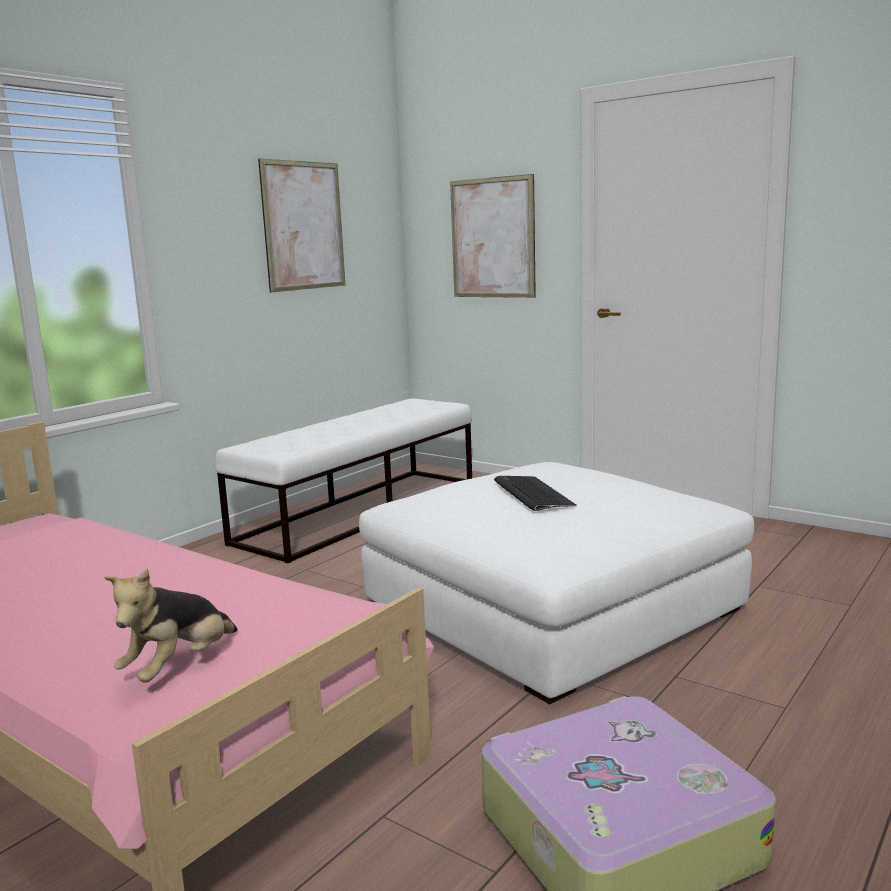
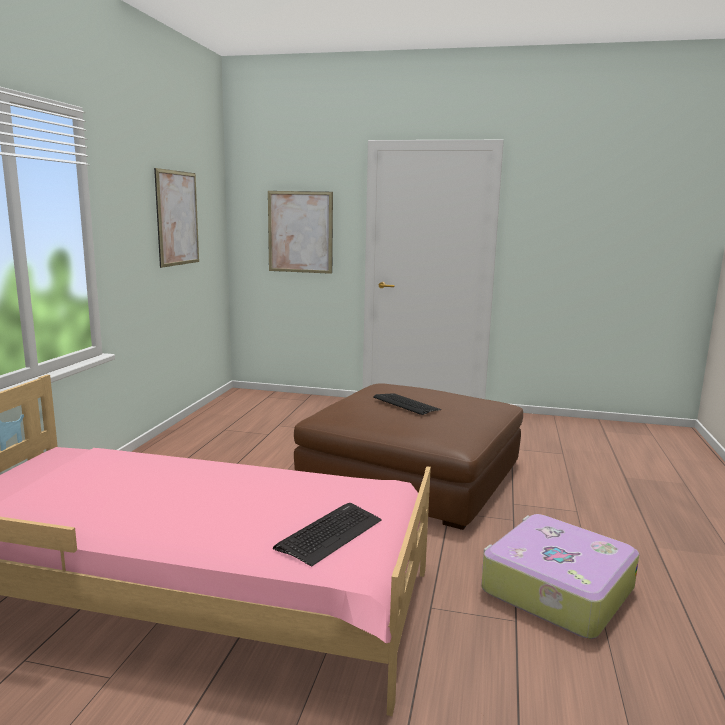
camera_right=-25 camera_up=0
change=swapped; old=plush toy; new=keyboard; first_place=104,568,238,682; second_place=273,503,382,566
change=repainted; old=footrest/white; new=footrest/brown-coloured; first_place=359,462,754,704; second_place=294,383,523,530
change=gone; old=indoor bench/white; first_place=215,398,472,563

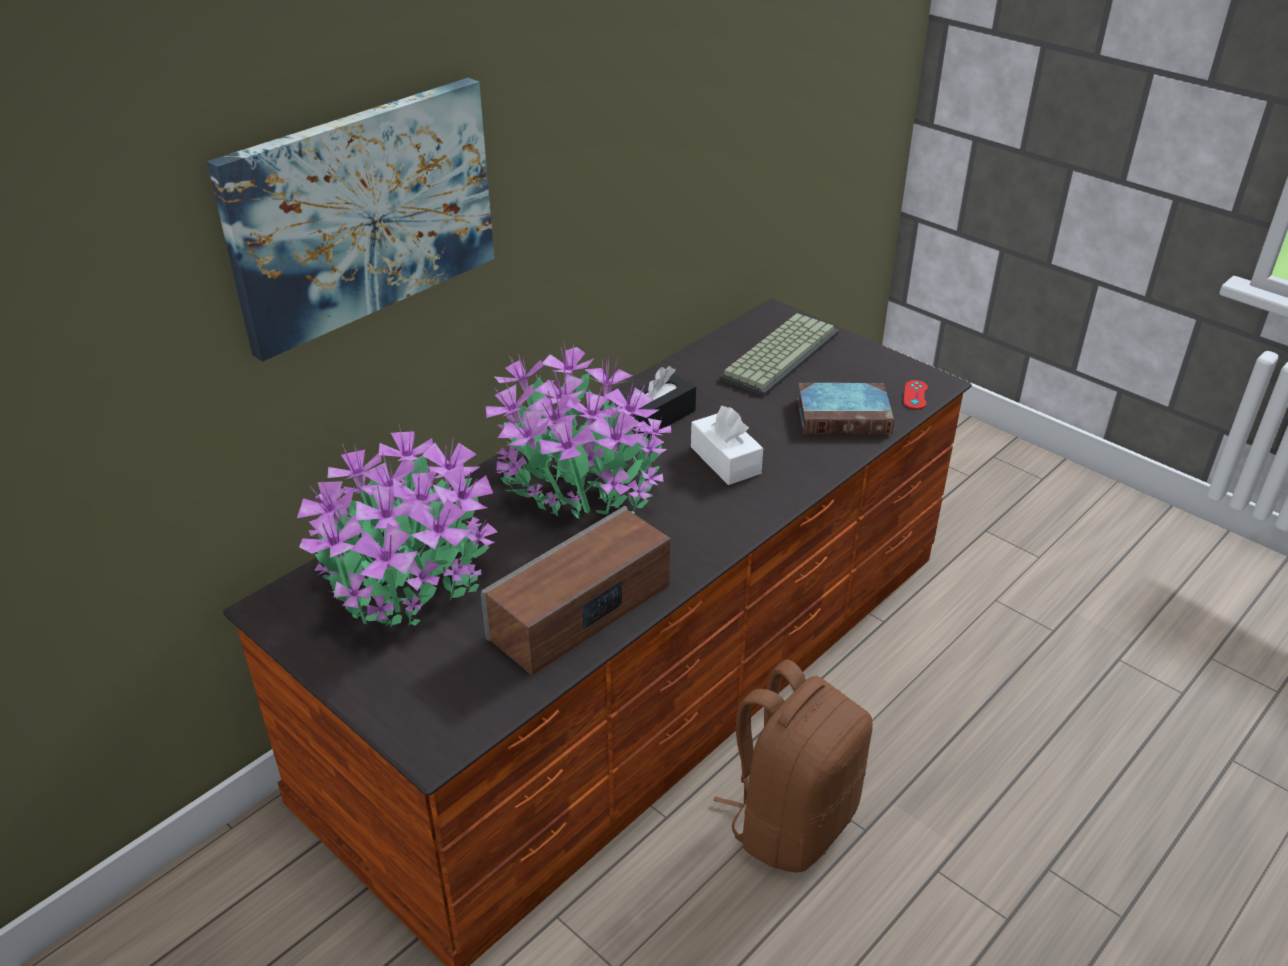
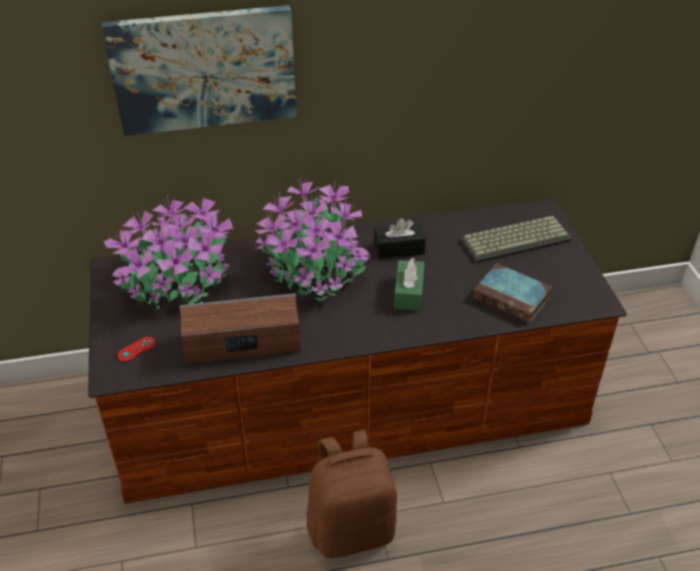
camera_right=35 camera_up=5
change=shifted; old=gamepad/red; first_place=903,380,928,409; second_place=117,337,155,362
change=repainted; old=tissue box/white; new=tissue box/green; first_place=691,406,763,485; second_place=394,258,425,311

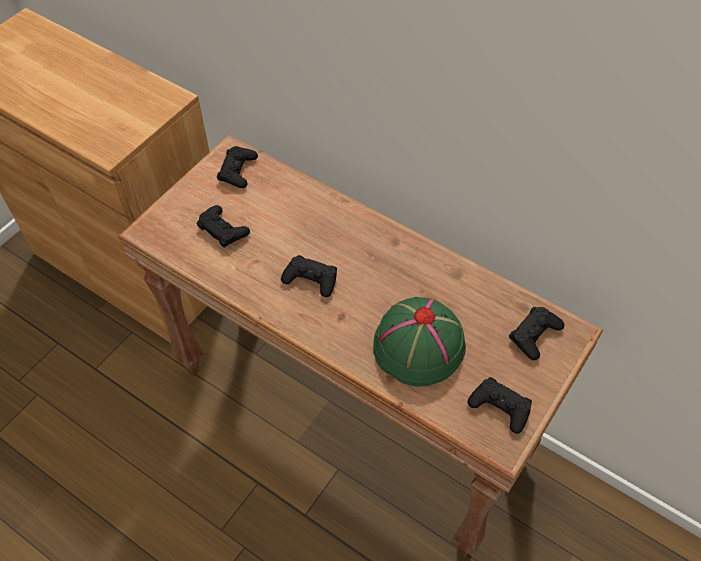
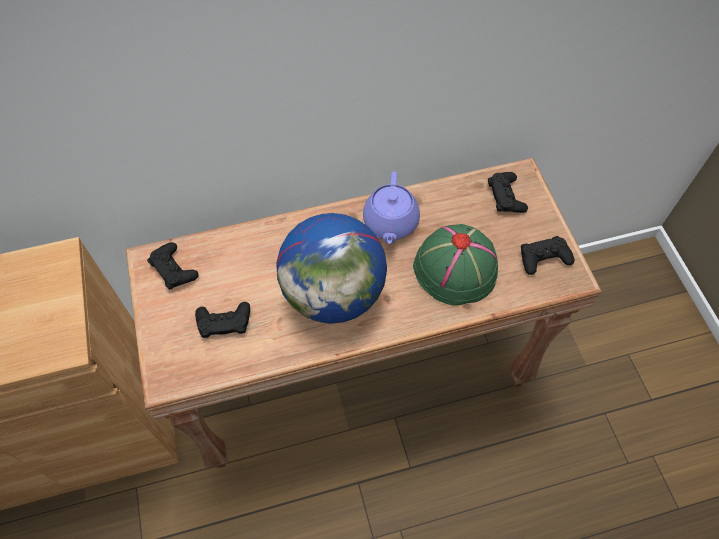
camera_right=-50 camera_up=5
change=swapped; old=gamepad/blackish; new=desk globe; first_place=281,255,337,297; second_place=276,213,387,324
change=new; new=tea pot/purple; second_place=363,171,420,244

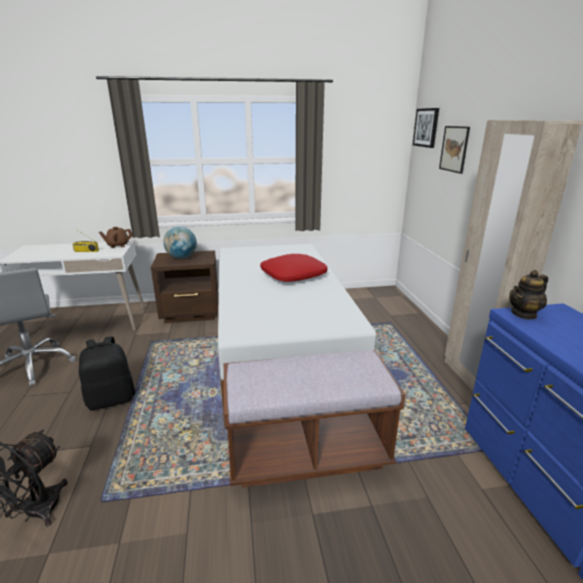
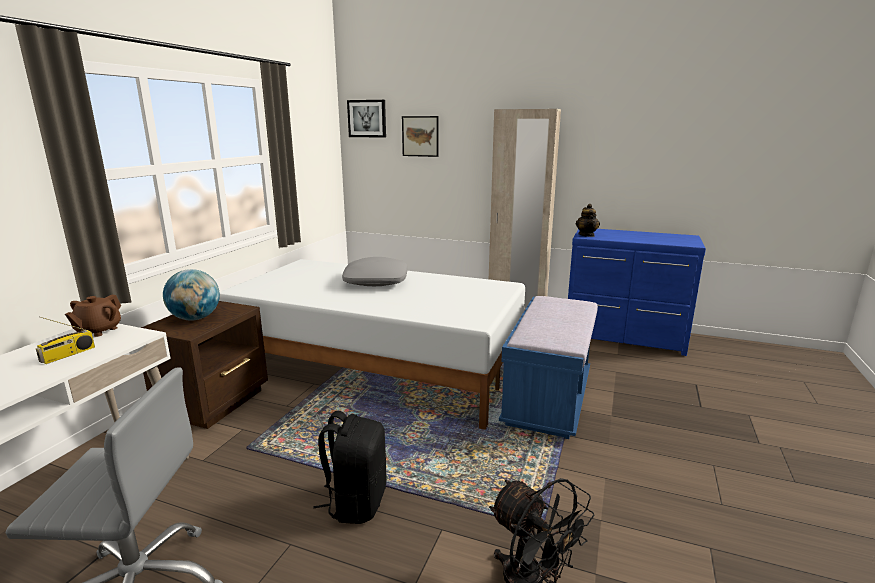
camera_right=-60 camera_up=-5
change=repainted; old=throw pillow/red; new=throw pillow/gray; first_place=260,254,328,282; second_place=342,257,408,286
change=repainted; old=indoor bench/brown-coloured; new=indoor bench/bluish; first_place=224,350,405,488; second_place=499,296,598,439

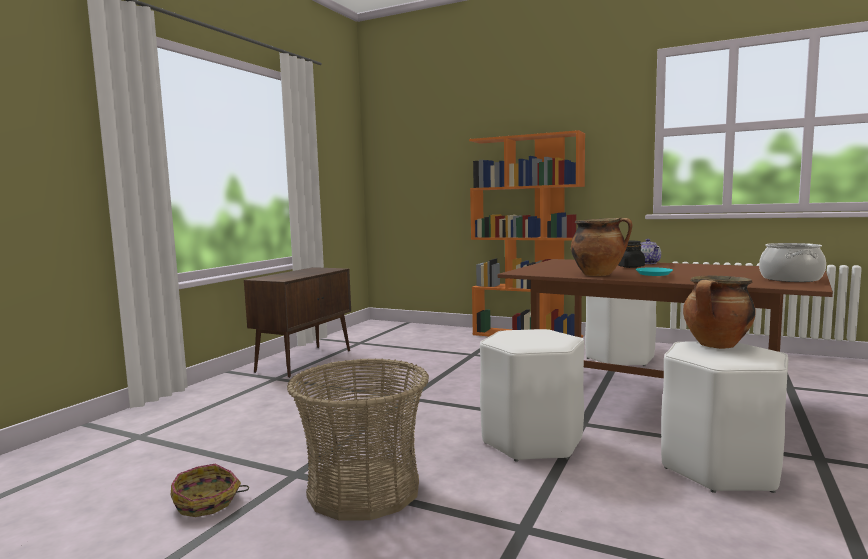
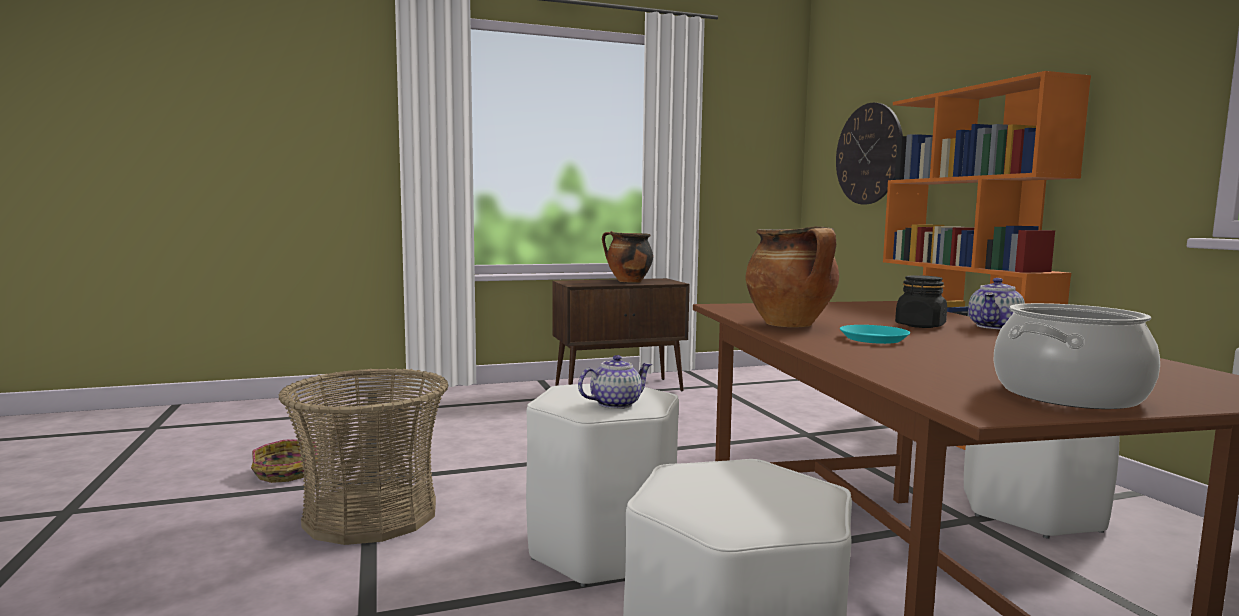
camera_right=45 camera_up=0
change=new; new=tea pot; second_place=578,355,652,409
change=shifted; old=saucepot; first_place=683,275,755,349; second_place=602,231,653,283
change=new; new=wall clock; second_place=836,103,903,204

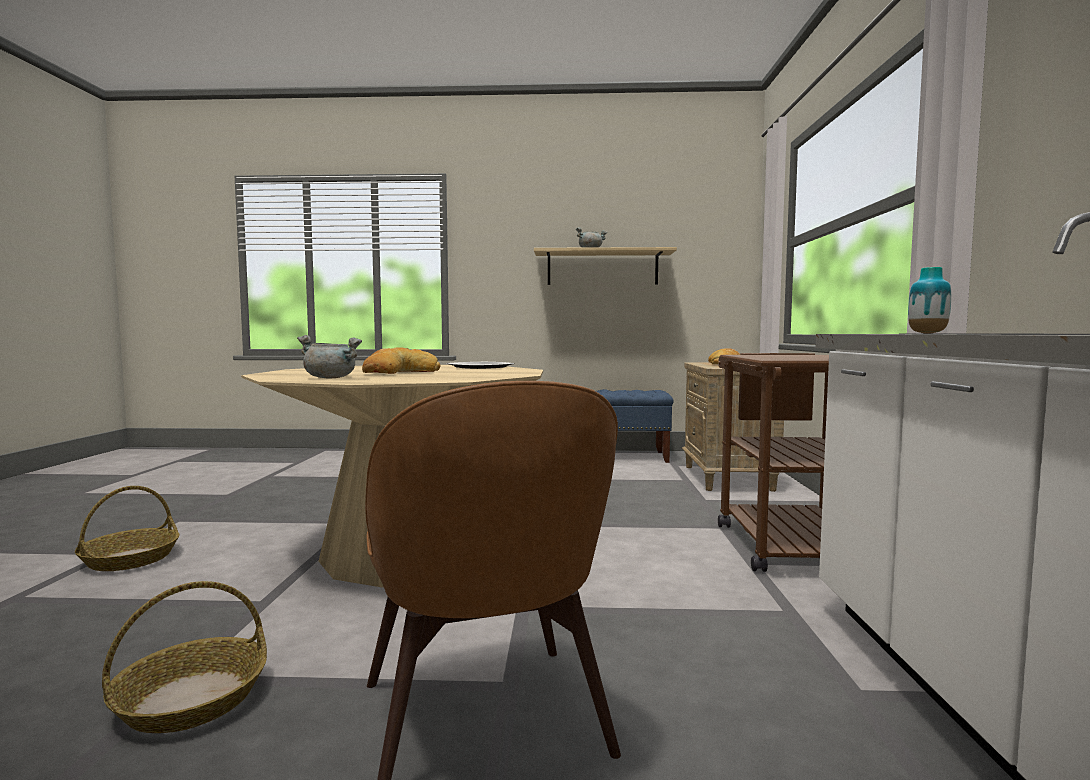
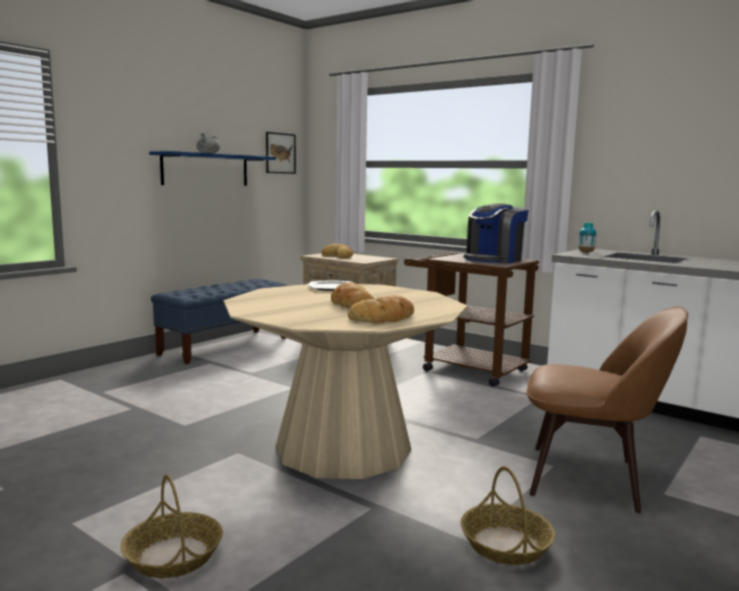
camera_right=-55 camera_up=5
change=repainted; old=shelf/beige; new=shelf/bluish; first_place=534,247,677,285; second_place=149,151,276,186
change=new; new=wall picture; second_place=266,132,296,174
change=swapped; old=saucepot/gray; new=bread; first_place=297,335,362,378; second_place=348,295,414,323
change=new; new=coffee brewer; second_place=464,203,529,264

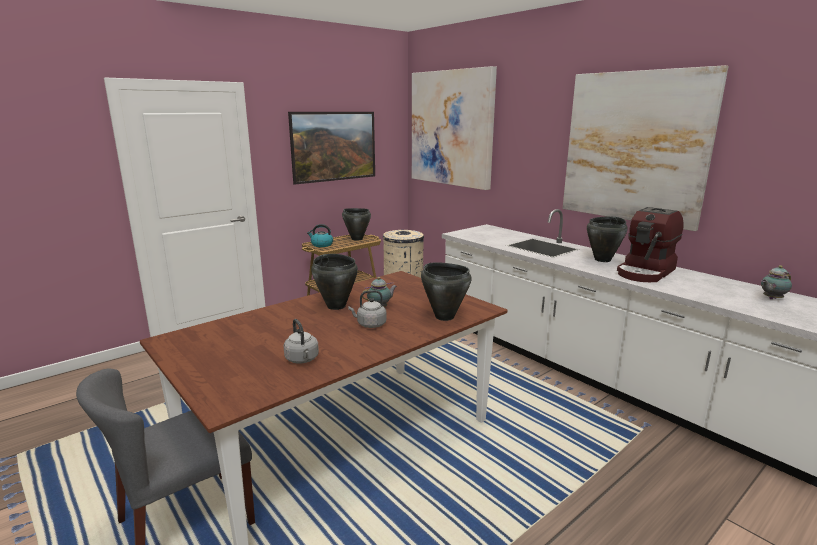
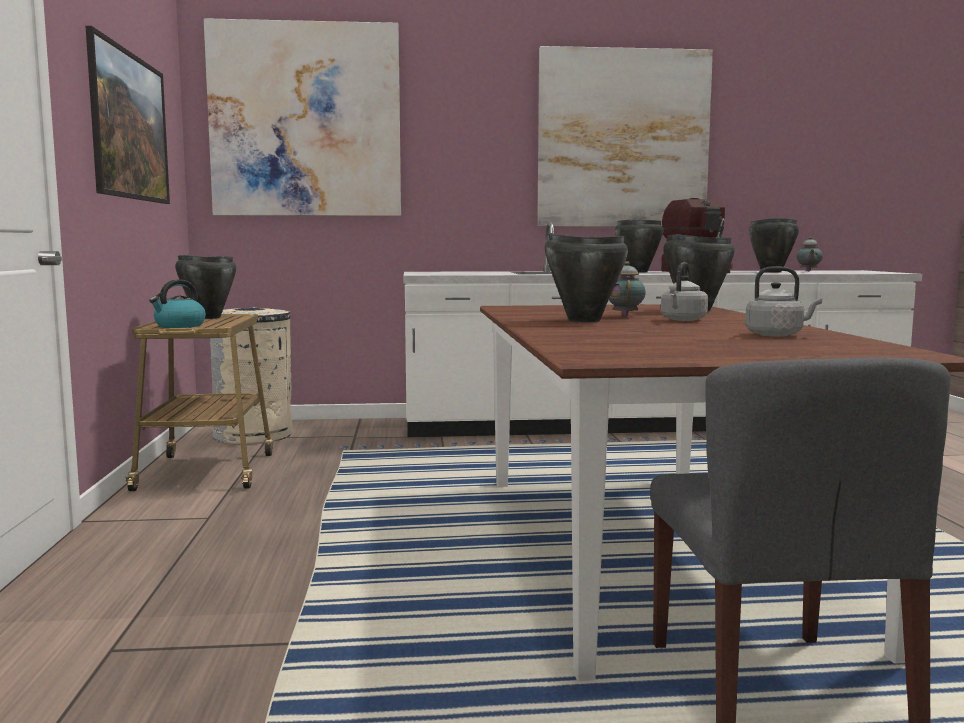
camera_right=-55 camera_up=-10
change=new; new=saucepot/blackish; second_place=749,218,799,273

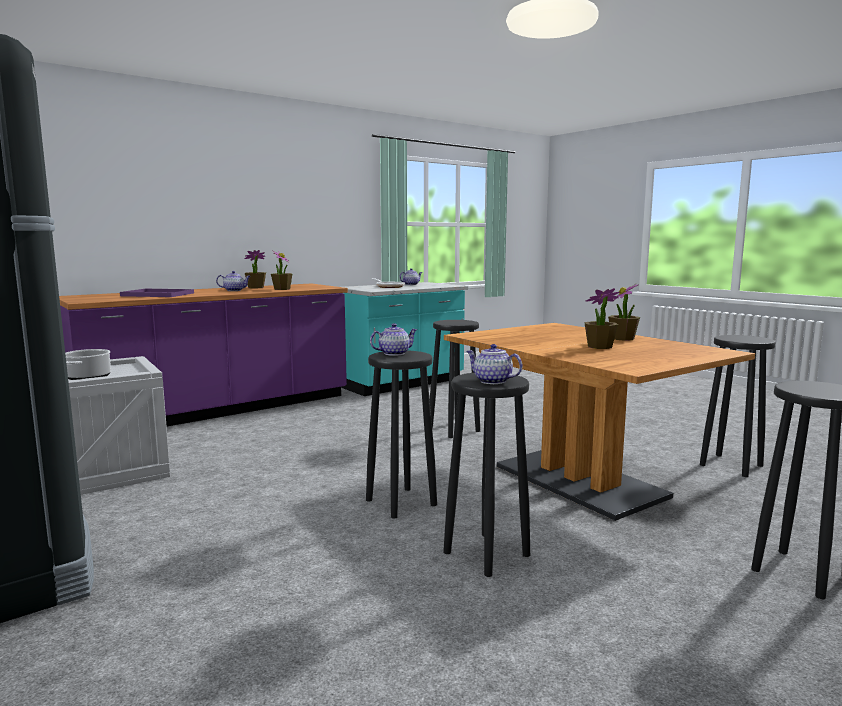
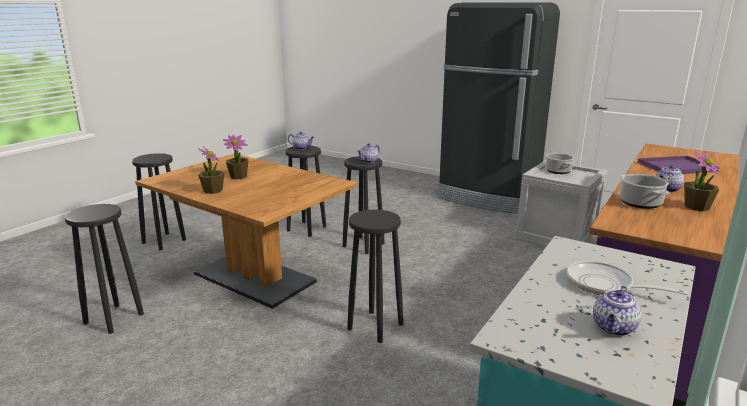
camera_right=160 camera_up=10
change=swapped; old=plant in a pot; new=saucepot; first_place=271,250,292,290; second_place=619,174,670,209

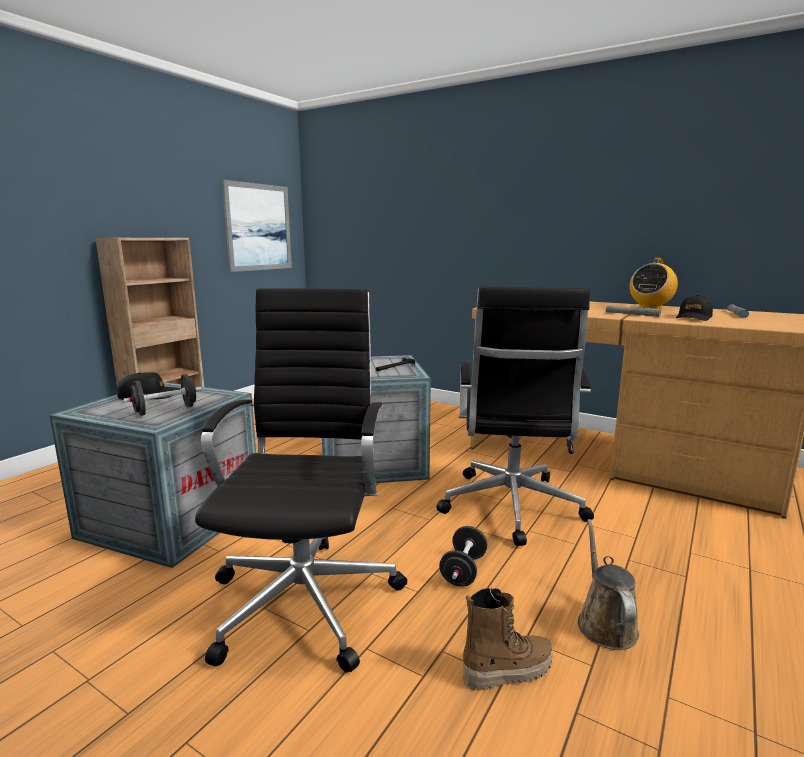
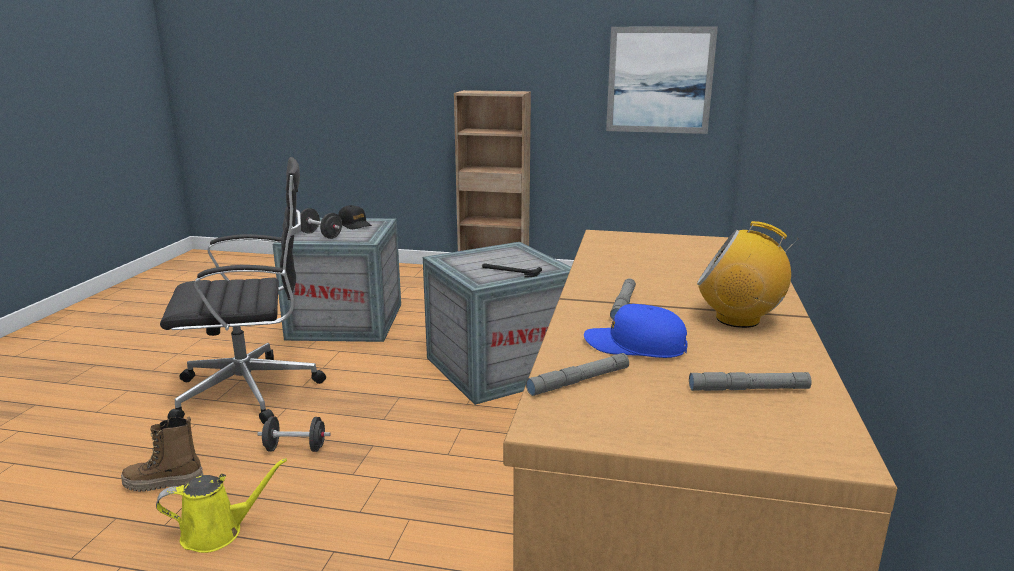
camera_right=70 camera_up=5
change=rotated; old=high-top boot; first_place=463,587,553,690; second_place=121,416,203,492; degrees=120
change=repainted; old=sprinkling can/brown-coloured; new=sprinkling can/yellowish; first_place=578,519,639,650; second_place=156,458,287,553
change=new; new=hand torch/gray; second_place=526,353,629,396
change=repainted; old=peaked cap/blackish; new=peaked cap/bluish; first_place=676,295,713,321; second_place=584,304,688,358
change=gone; old=office chair/blackish; first_place=436,286,594,546

